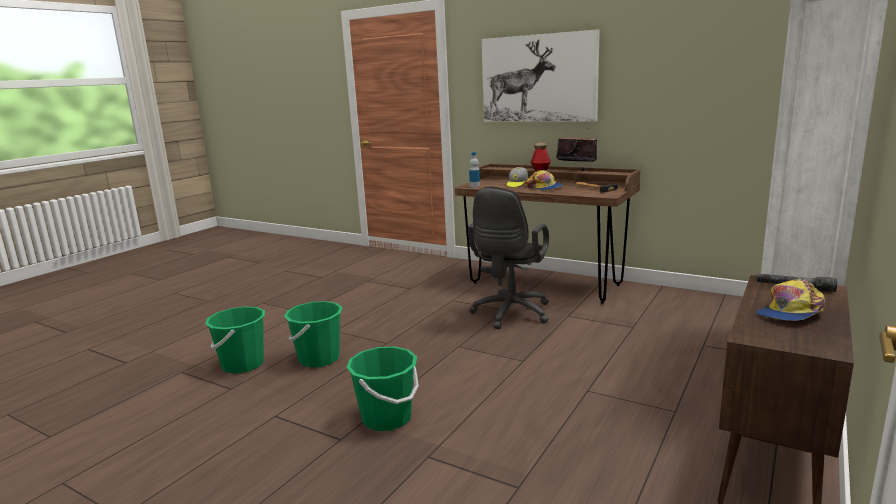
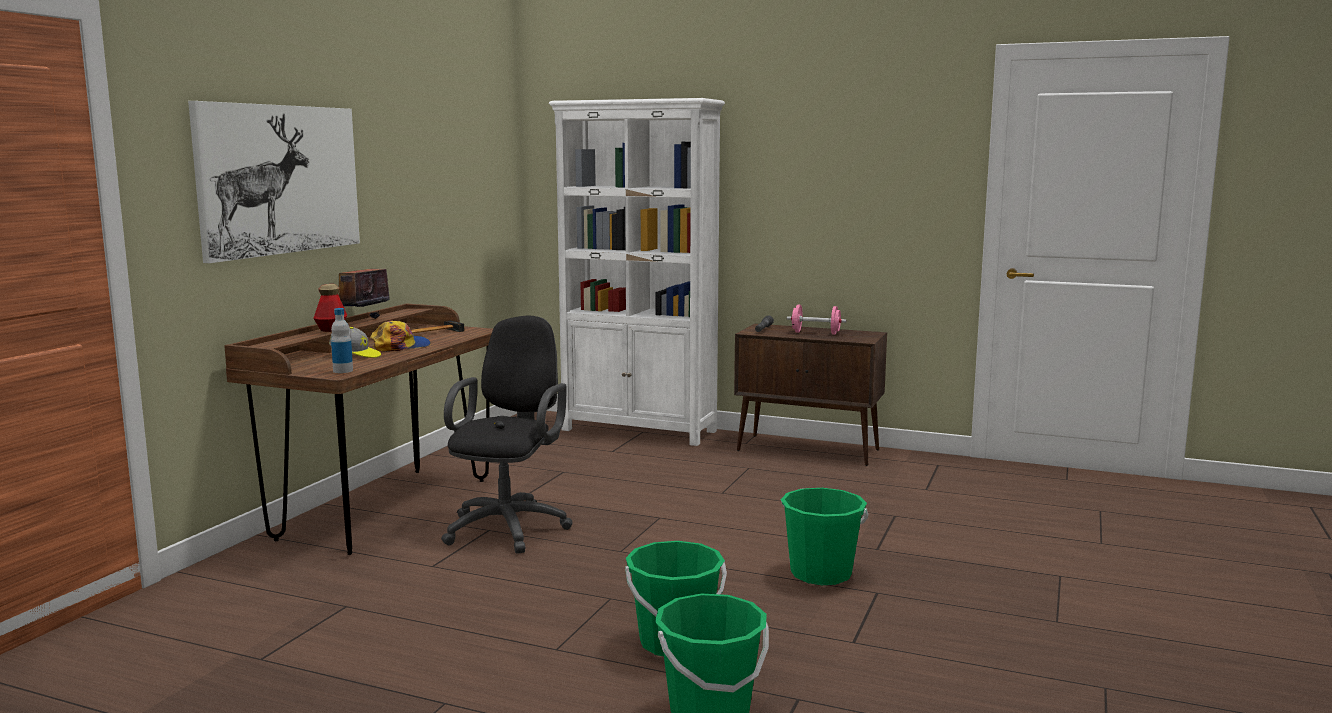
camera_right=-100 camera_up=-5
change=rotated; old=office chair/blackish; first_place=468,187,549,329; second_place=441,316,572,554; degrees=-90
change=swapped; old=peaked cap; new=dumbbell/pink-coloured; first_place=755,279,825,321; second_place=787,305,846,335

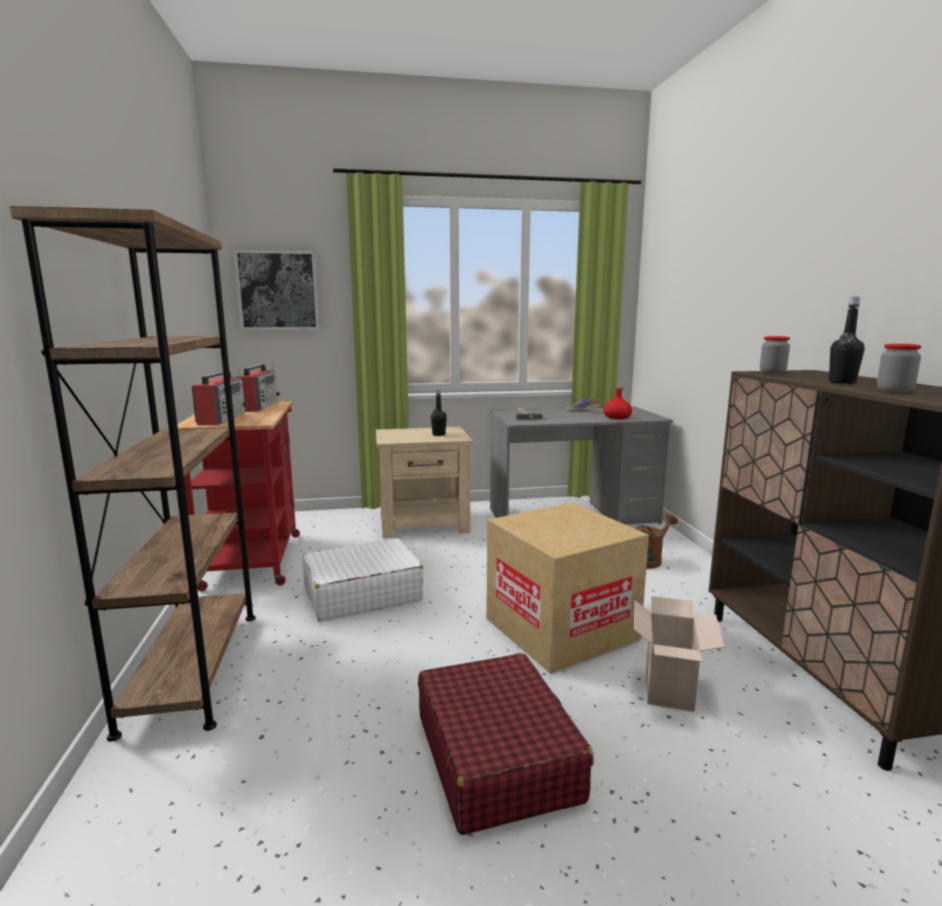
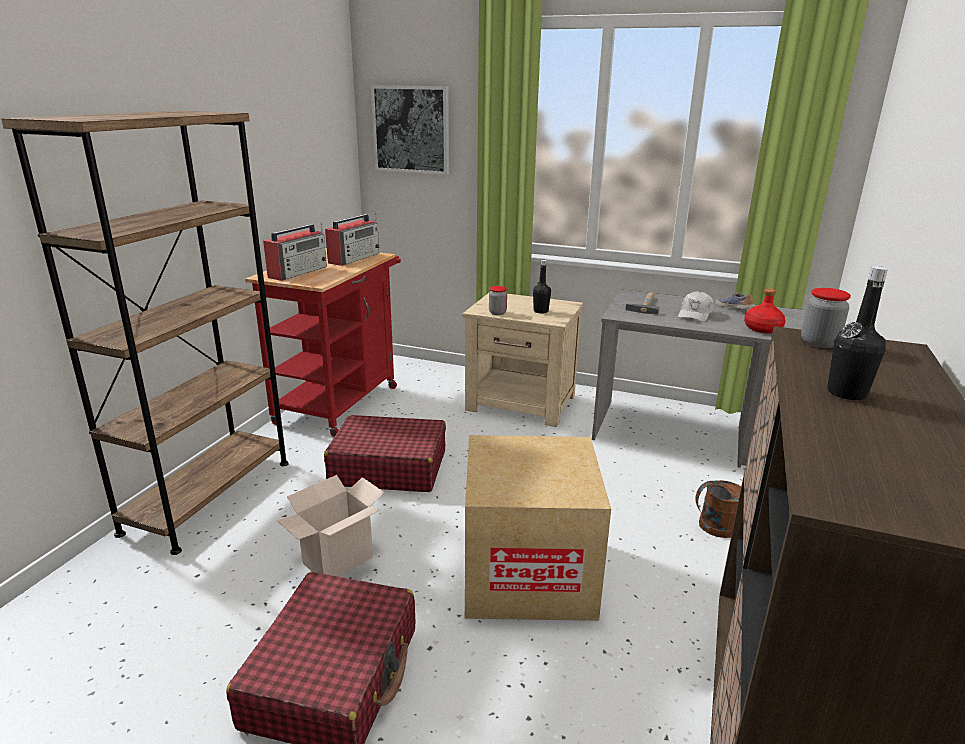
camera_right=30 camera_up=10
change=shifted; old=carton; first_place=634,596,725,712; second_place=277,475,385,577
change=repainted; old=piece of luggage/white; new=piece of luggage/red; first_place=302,538,424,622; second_place=324,415,446,492
change=shifted; old=jar; first_place=877,344,921,393; second_place=489,286,507,315
change=new; new=peaked cap/white; second_place=678,291,714,322

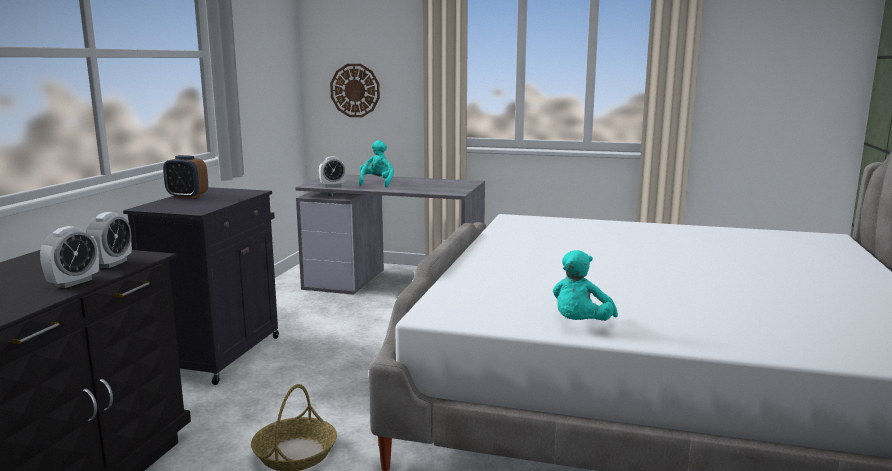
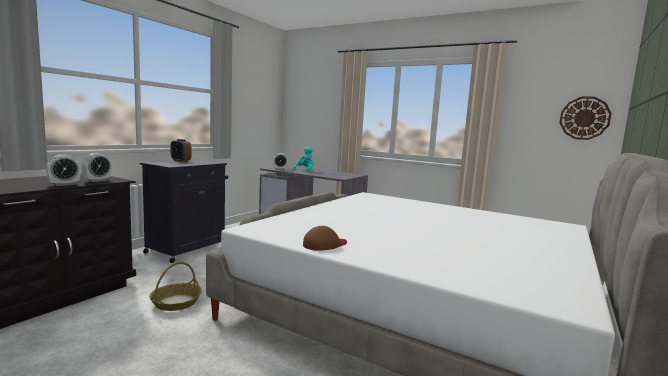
camera_right=15 camera_up=-5
change=swapped; old=plush toy/turquoise-coloured; new=peaked cap/brown-coloured; first_place=553,250,618,321; second_place=303,226,347,251
change=shifted; old=wall clock; first_place=330,64,380,117; second_place=560,97,612,140

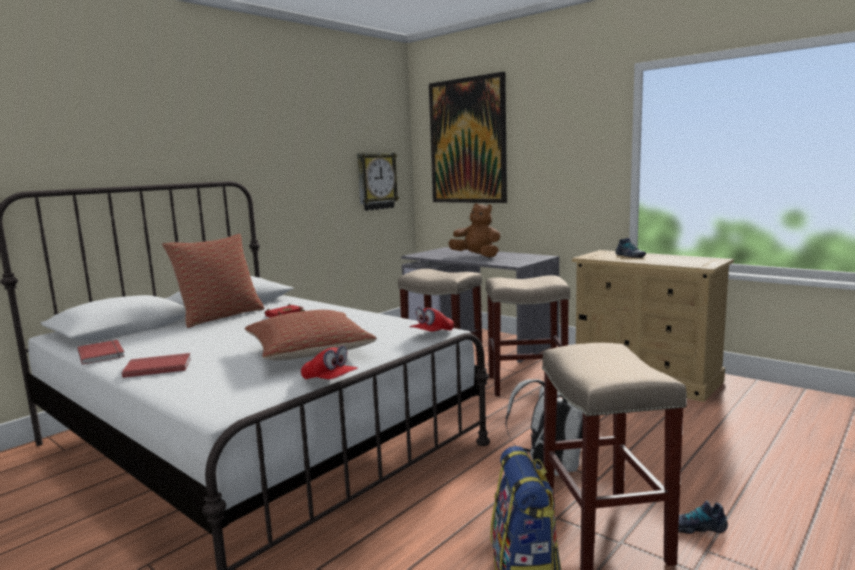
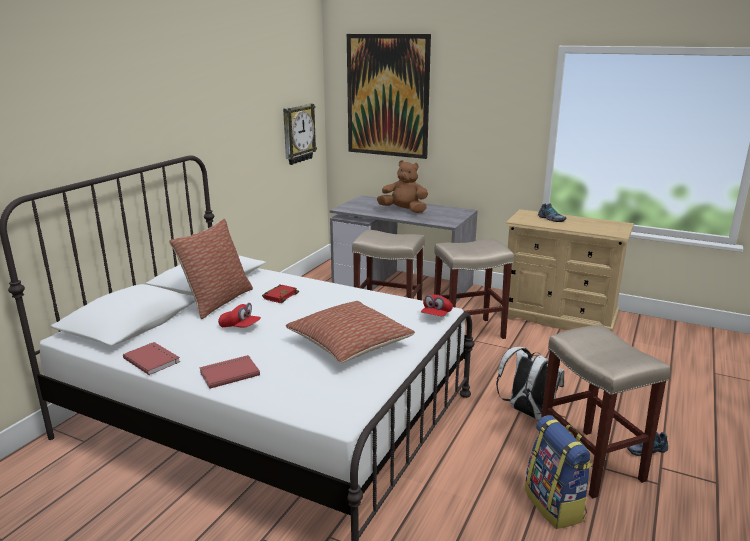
camera_right=-15 camera_up=10
change=shifted; old=peaked cap/red; first_place=301,345,358,379; second_place=218,303,261,328

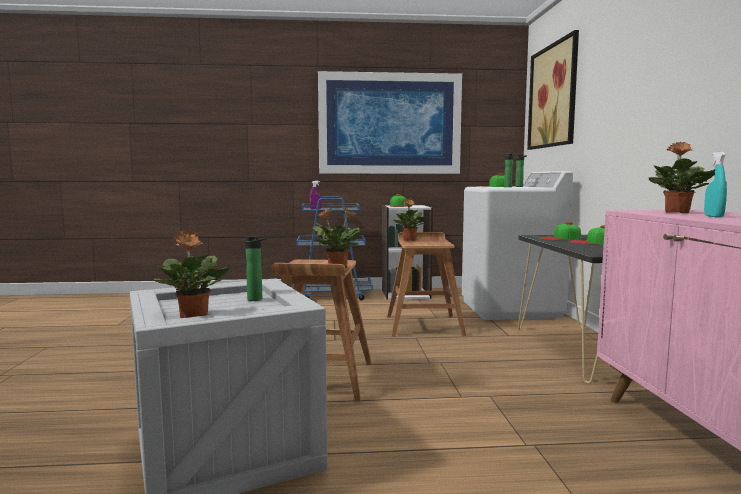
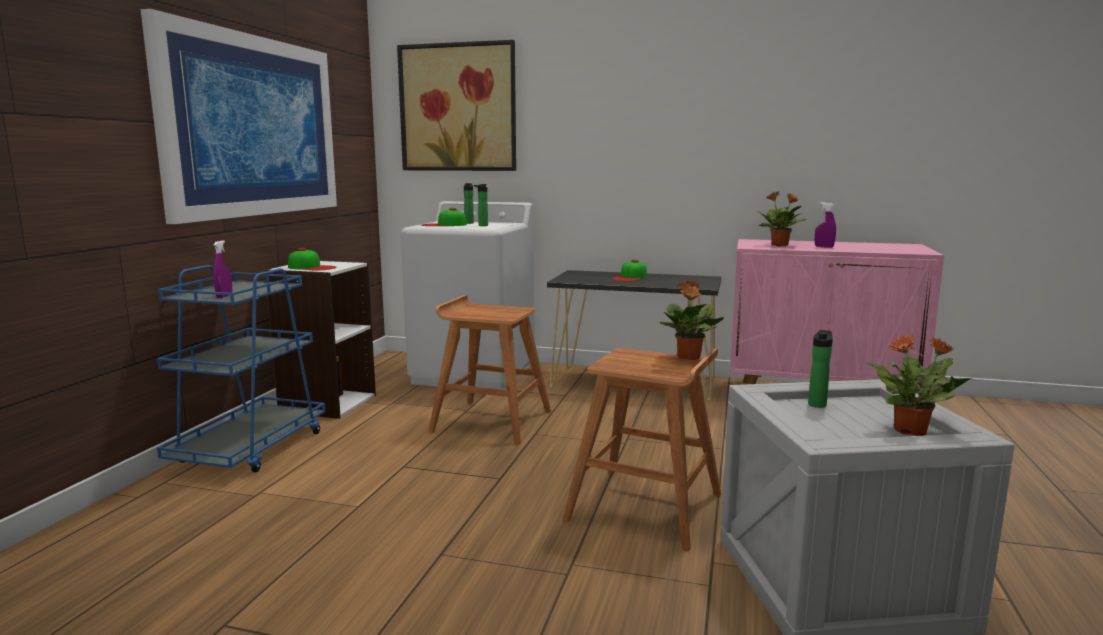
camera_right=-70 camera_up=5
change=repainted; old=spray bottle/turquoise-coloured; new=spray bottle/purple; first_place=704,152,727,218; second_place=815,202,836,248
change=gone; old=plant in a pot; first_place=394,198,428,241
change=gone; old=peaked cap; first_place=540,222,581,240

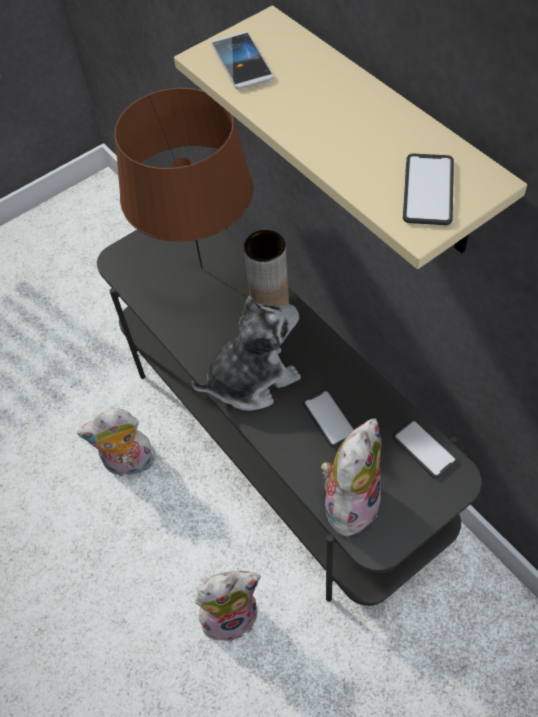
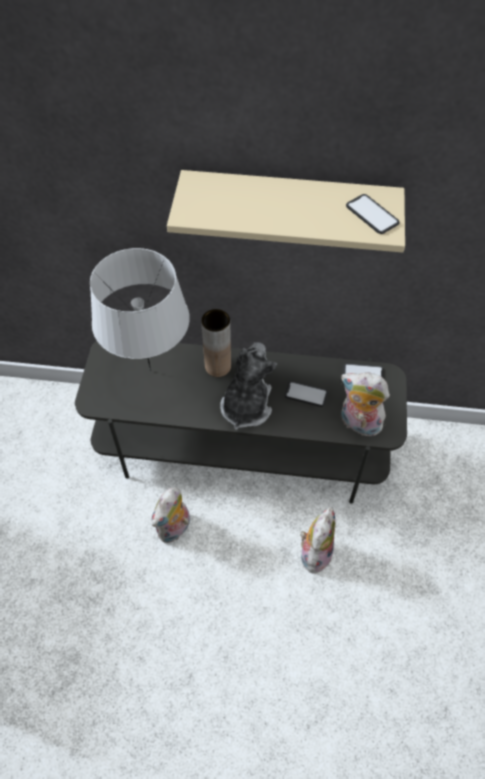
camera_right=-50 camera_up=0
change=repainted; old=lamp for a table/brown-coloured; new=lamp for a table/gray; first_place=114,88,253,270; second_place=90,248,190,371
change=rotated; old=plush toy; first_place=321,418,381,540; second_place=341,372,390,436; degrees=-45
change=gone; old=handset; first_place=211,32,274,89

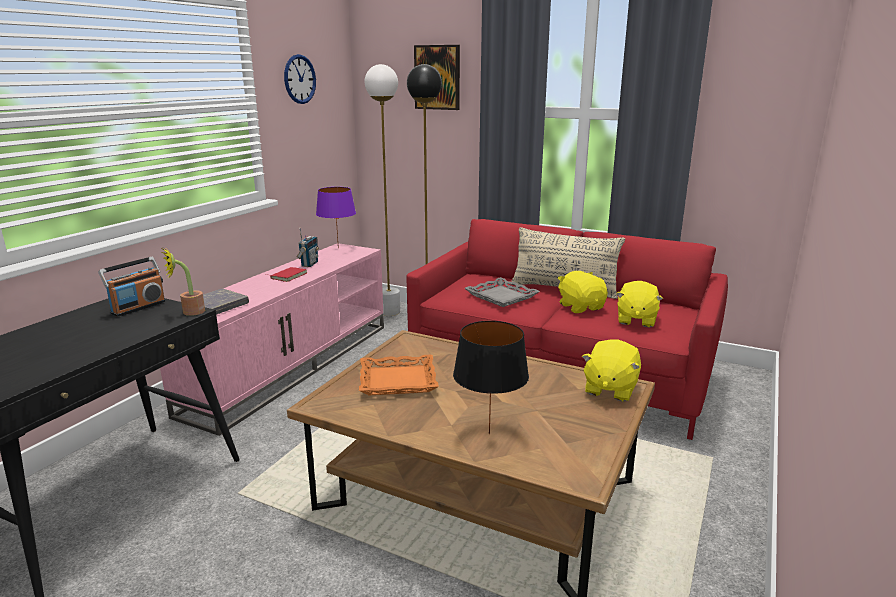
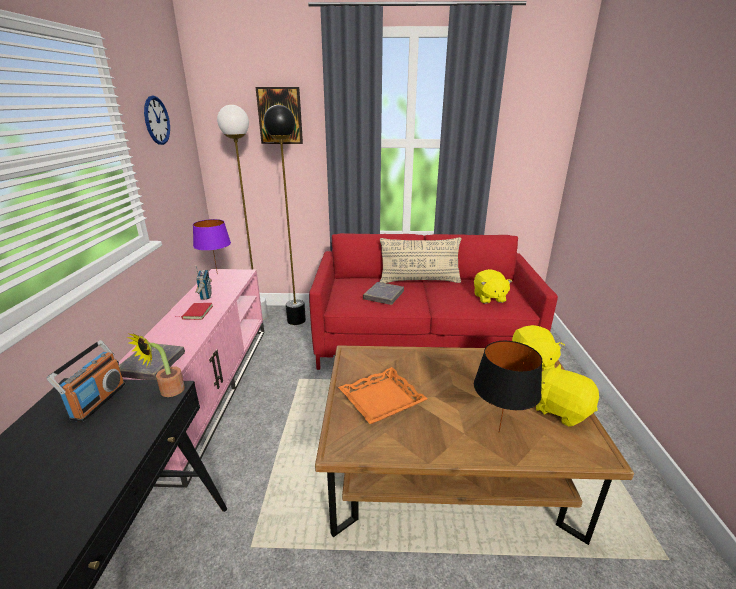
camera_right=-25 camera_up=5
change=swapped; old=serving tray/gray; new=bound book/gray; first_place=465,277,540,307; second_place=363,282,404,305
change=shifted; old=plush toy/yellowish; first_place=558,271,608,313; second_place=536,364,599,426

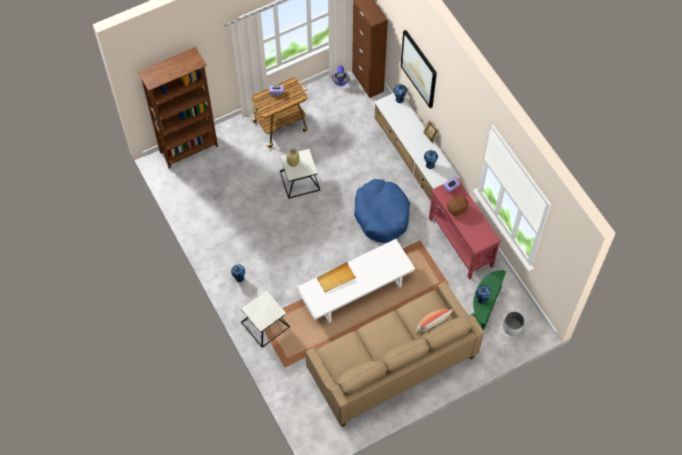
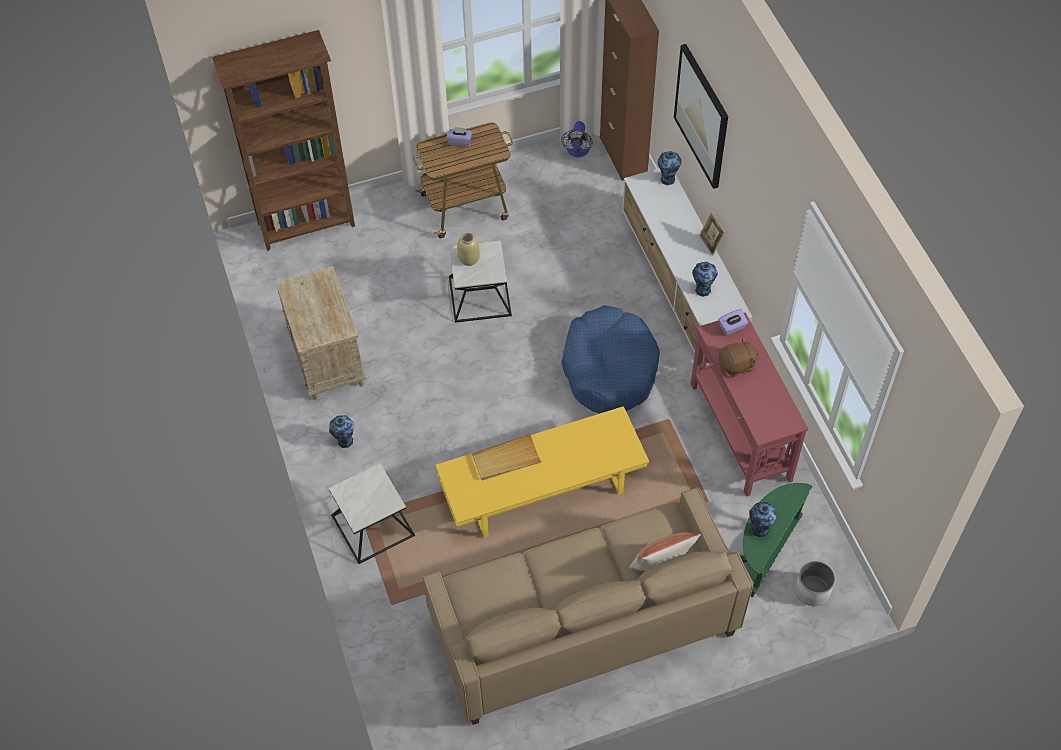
camera_right=10 camera_up=-5
change=new; new=nightstand/beige; second_place=276,266,367,400
change=repainted; old=coffee table/white; new=coffee table/yellowish; first_place=297,239,415,323; second_place=436,406,649,538

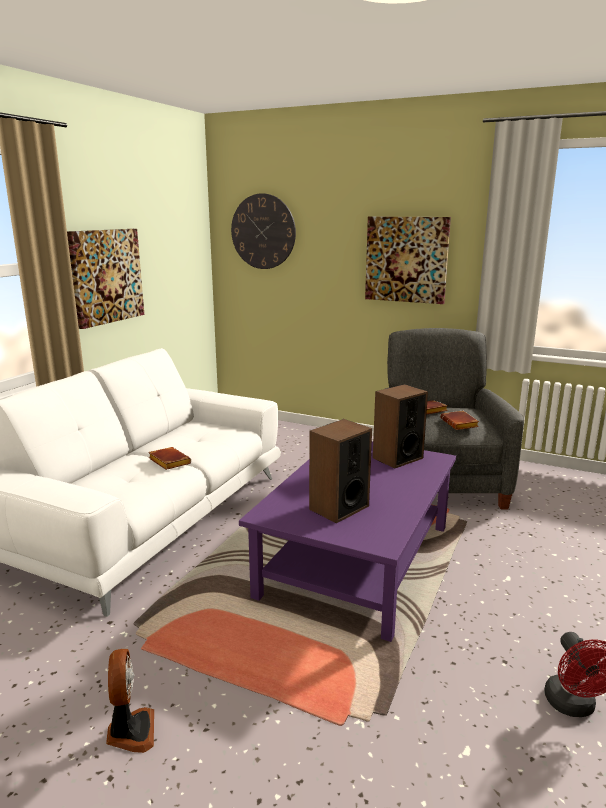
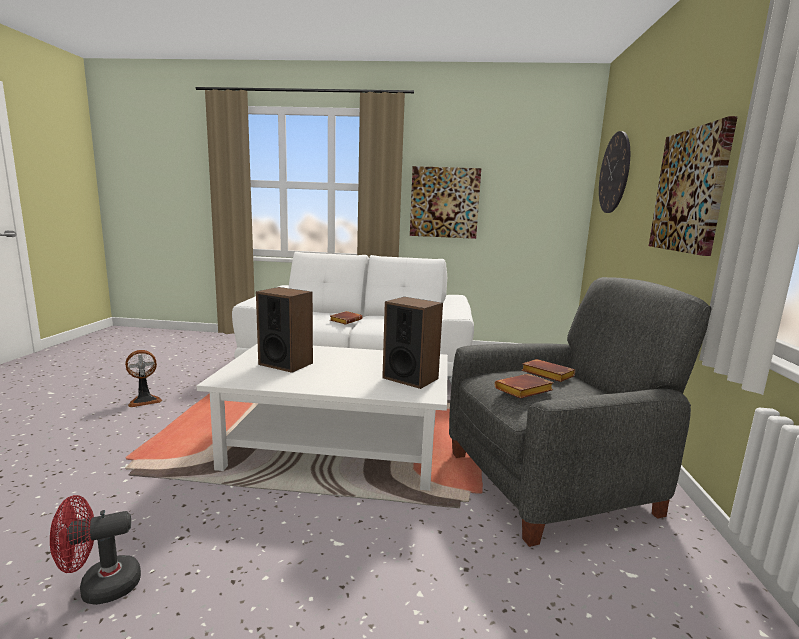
camera_right=70 camera_up=-5
change=repainted; old=coffee table/purple; new=coffee table/white; first_place=239,441,456,642; second_place=197,343,448,491

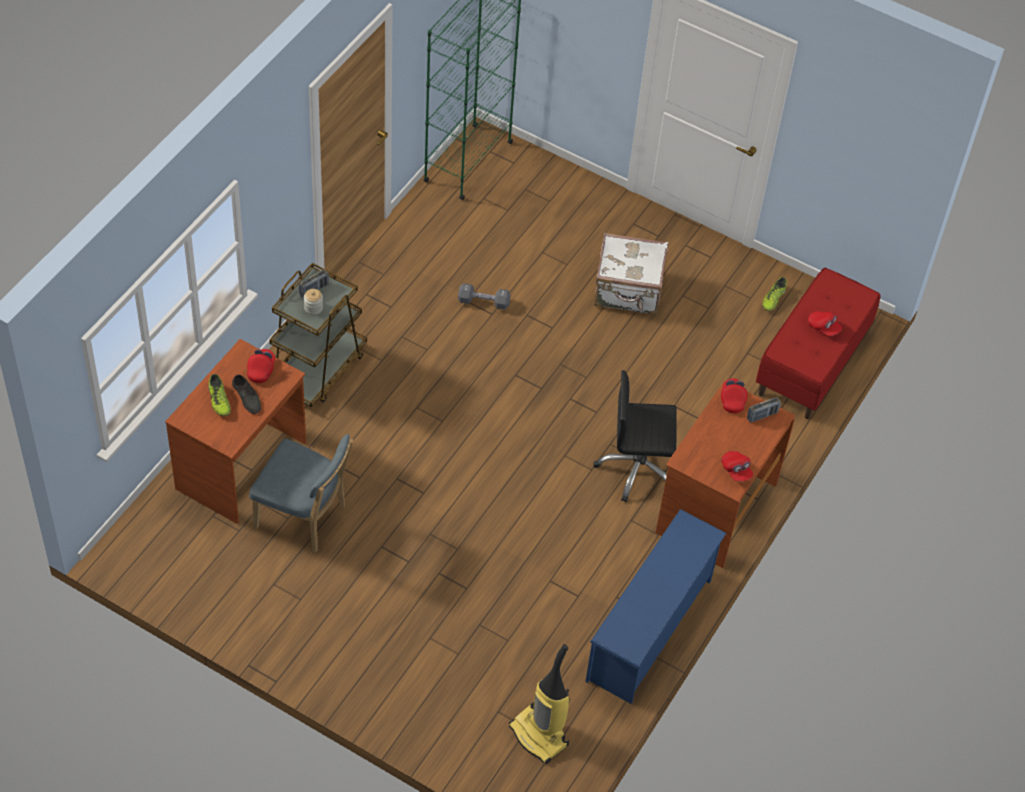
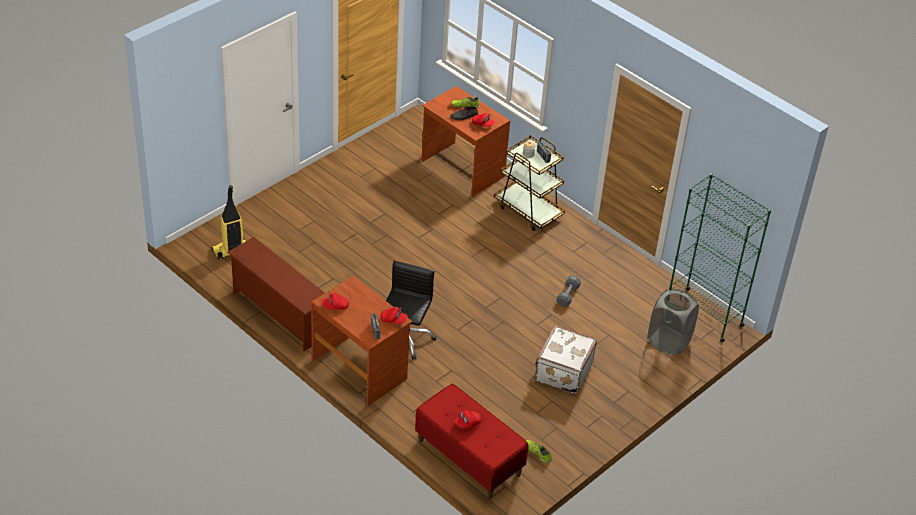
camera_right=105 camera_up=-10
change=repainted; old=shoe rack/bluish; new=shoe rack/brown-coloured; first_place=585,509,727,704; second_place=227,237,325,351
change=new; new=hamper/gray; second_place=648,289,699,355
change=gone; old=upright chair/bluish; first_place=249,434,353,553

